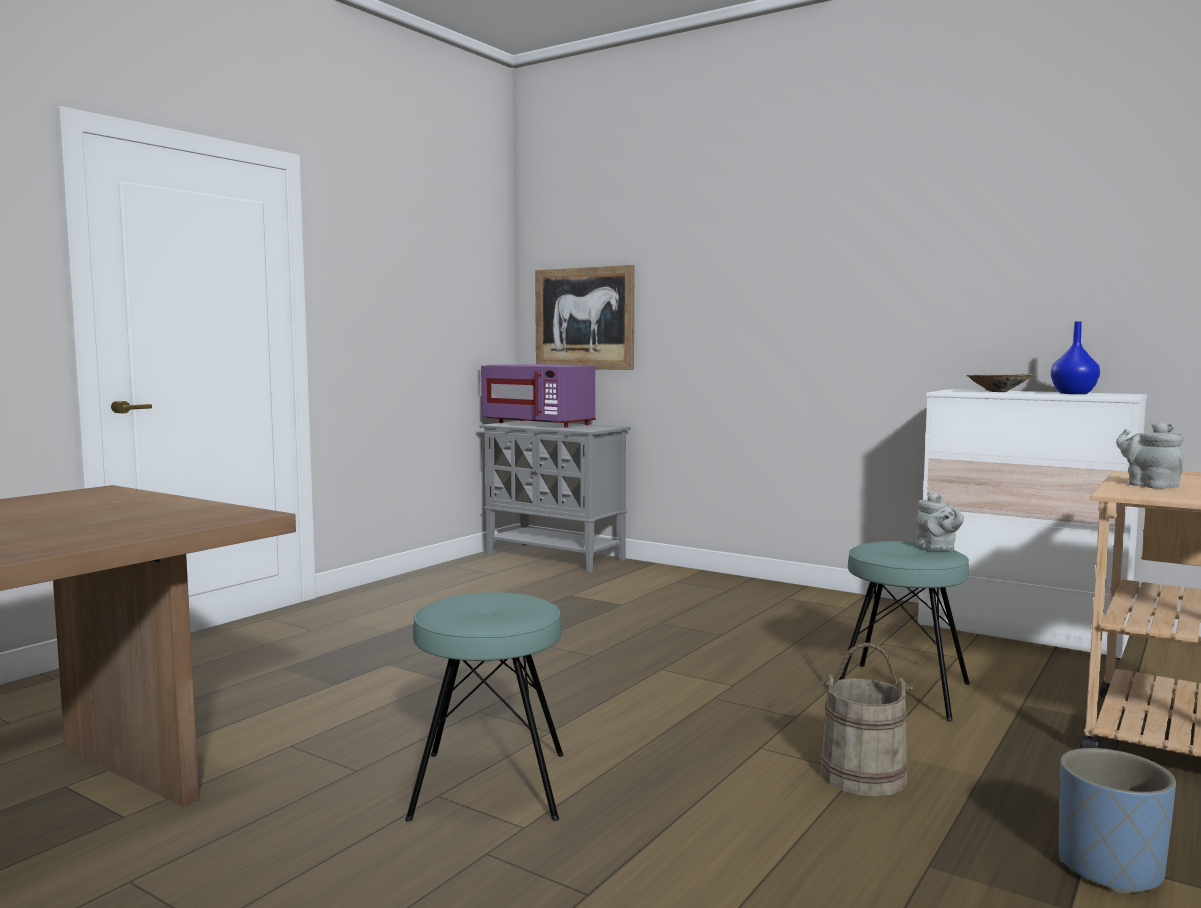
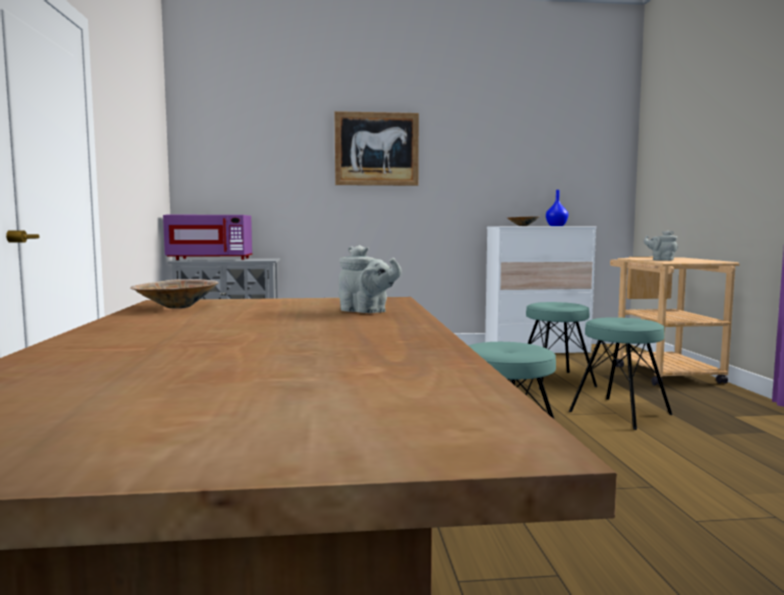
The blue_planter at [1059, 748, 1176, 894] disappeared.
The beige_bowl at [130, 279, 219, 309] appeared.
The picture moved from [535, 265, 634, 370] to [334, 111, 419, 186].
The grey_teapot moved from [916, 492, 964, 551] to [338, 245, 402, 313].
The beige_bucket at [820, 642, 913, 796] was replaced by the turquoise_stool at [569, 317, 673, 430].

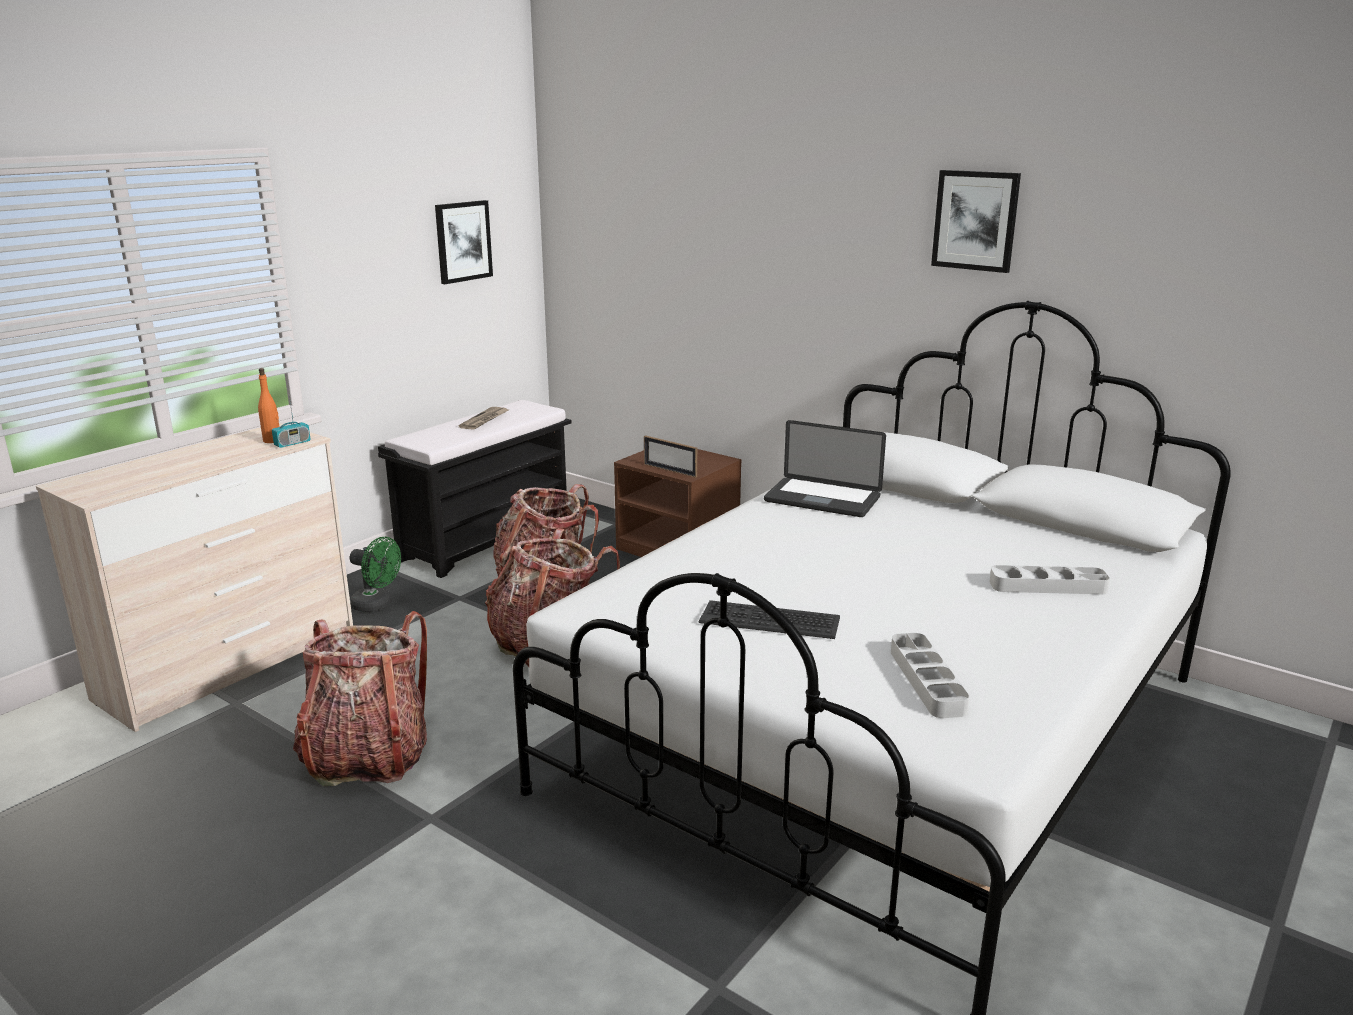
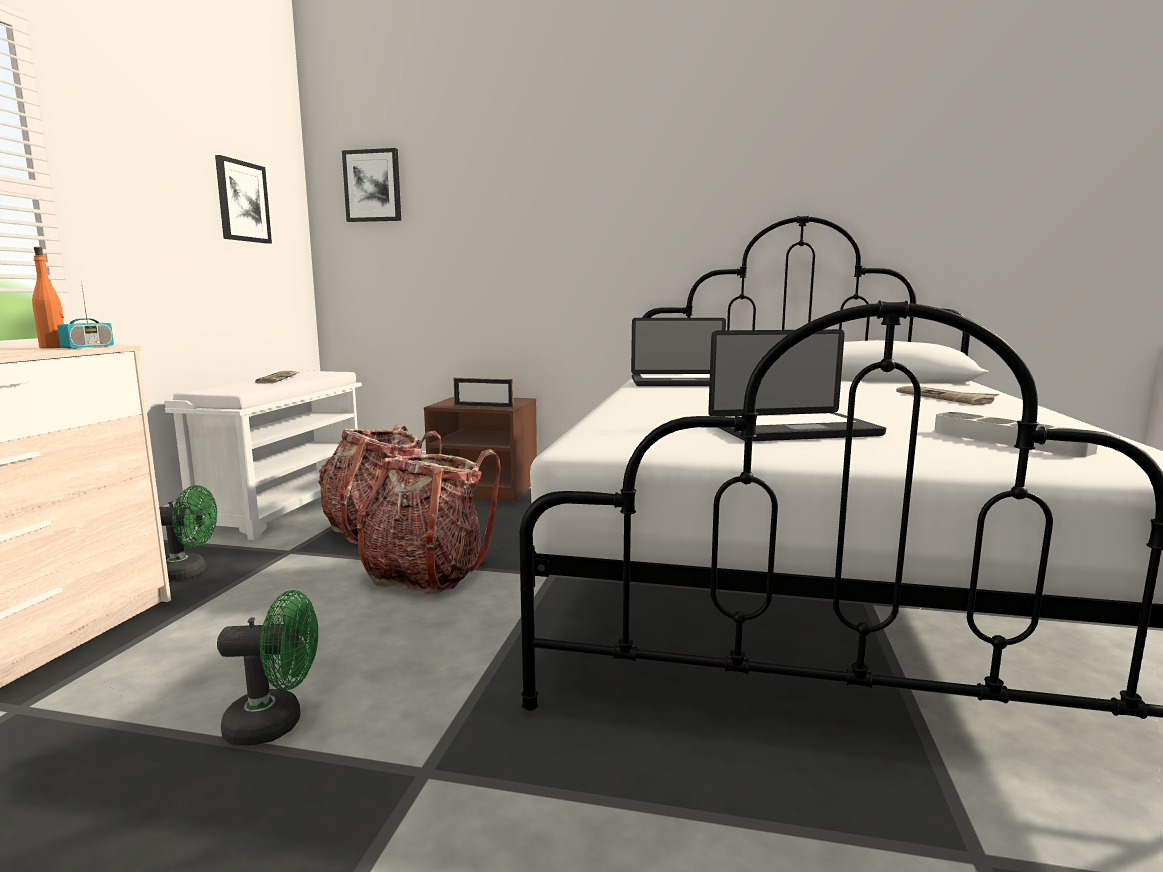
The picture moved from [931, 170, 1021, 273] to [342, 148, 401, 222].
The backpack at [293, 611, 427, 786] was replaced by the green_fan at [217, 590, 318, 746].
The keyboard at [699, 600, 840, 639] was replaced by the laptop at [708, 329, 886, 441].
The grey_tray at [989, 565, 1110, 594] was replaced by the newspaper at [896, 386, 999, 405].
The black_bench at [378, 400, 572, 578] became the white_bench at [165, 371, 362, 540].

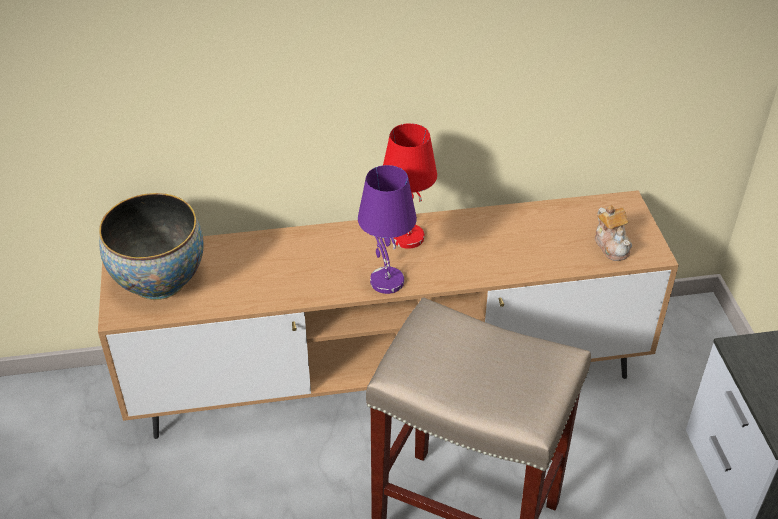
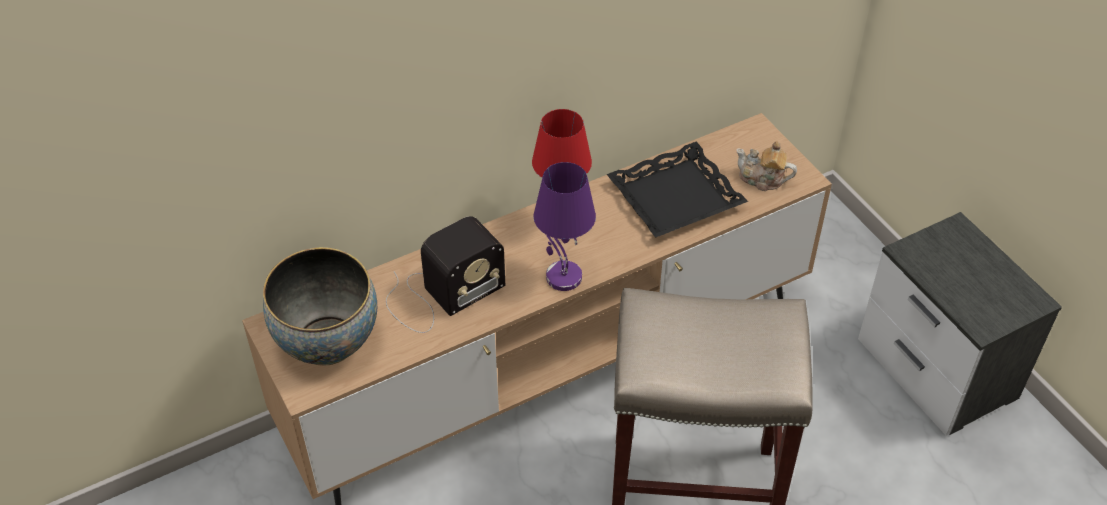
The radio at [386, 216, 505, 333] appeared.
The black_tray at [607, 141, 748, 238] appeared.
The teapot at [595, 205, 632, 261] turned 150 degrees clockwise.

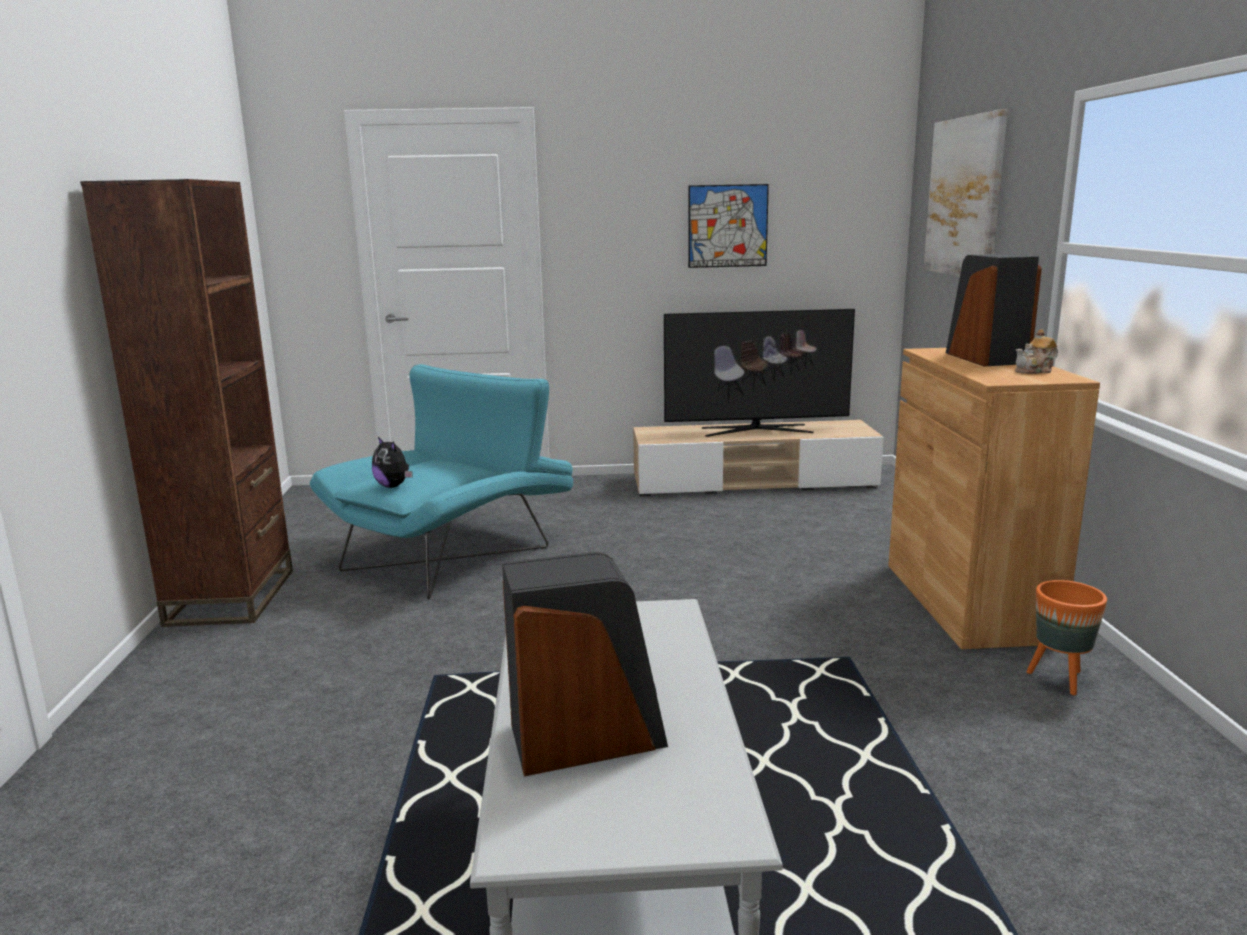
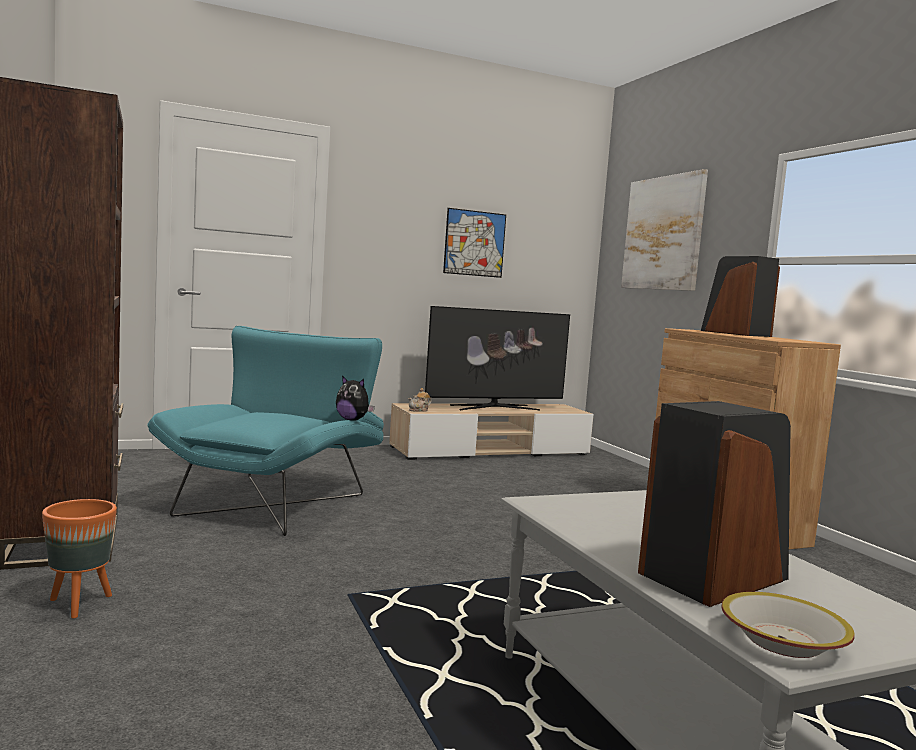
The bowl at [722, 592, 855, 658] appeared.
The plush_toy moved from [372, 437, 412, 488] to [336, 376, 375, 421].
The teapot moved from [1015, 329, 1058, 374] to [408, 388, 432, 412].
The orange_planter moved from [1026, 580, 1107, 695] to [42, 499, 117, 618].

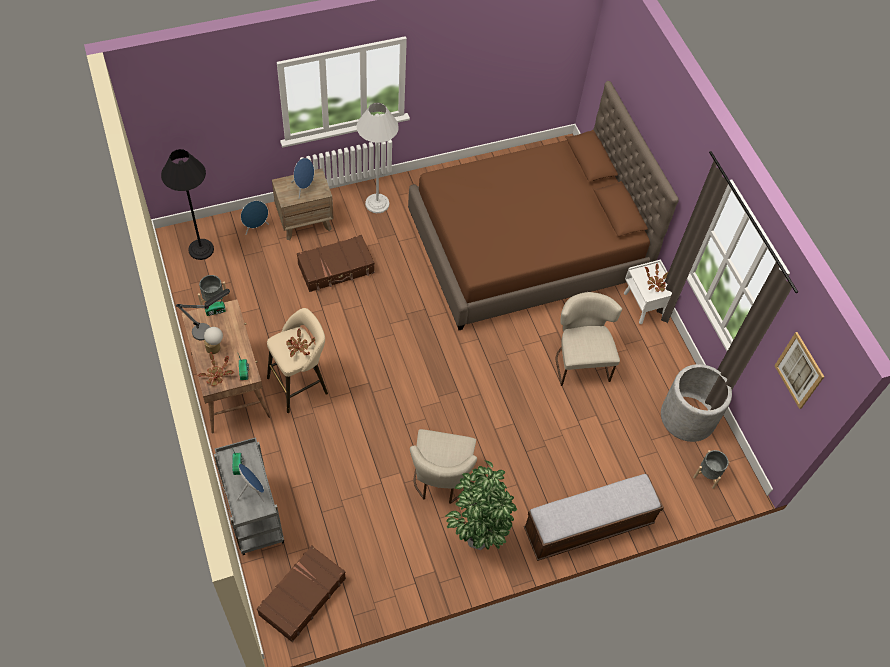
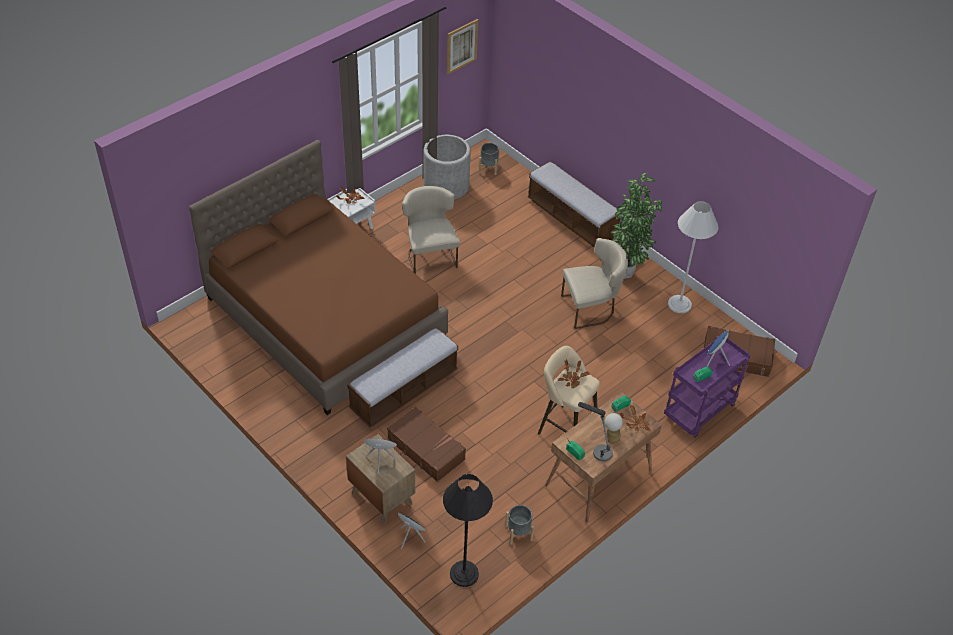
The bench at [347, 327, 458, 427] appeared.
The white_floor_lamp moved from [356, 103, 399, 213] to [668, 201, 719, 313].
The grey_cart at [214, 437, 284, 555] became the purple_cart at [664, 336, 751, 437].
The beige_chair at [556, 292, 622, 386] turned 105 degrees clockwise.

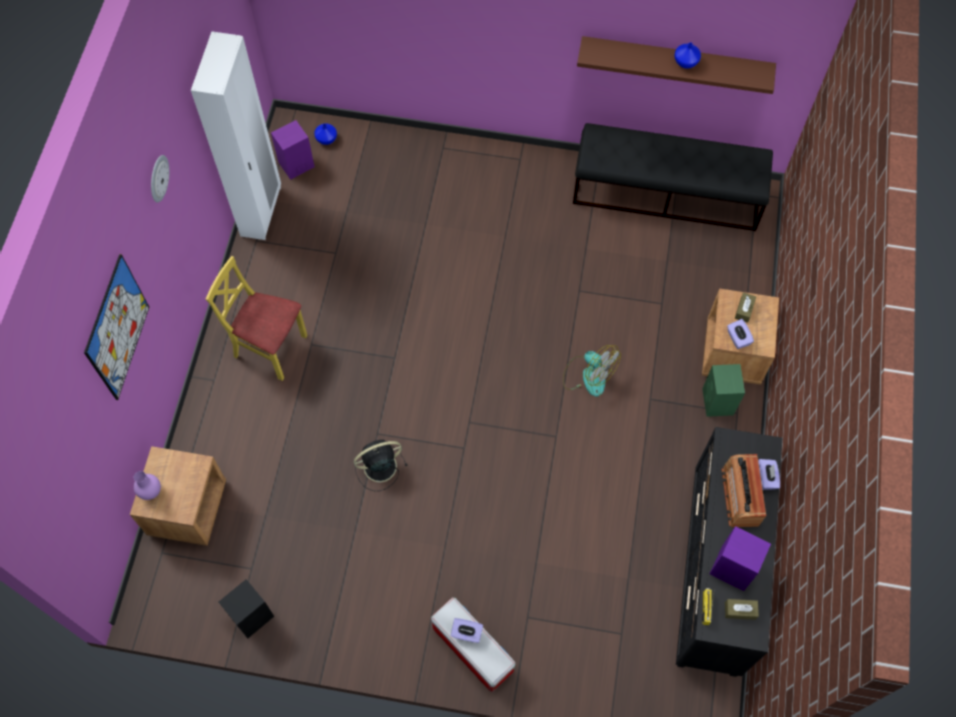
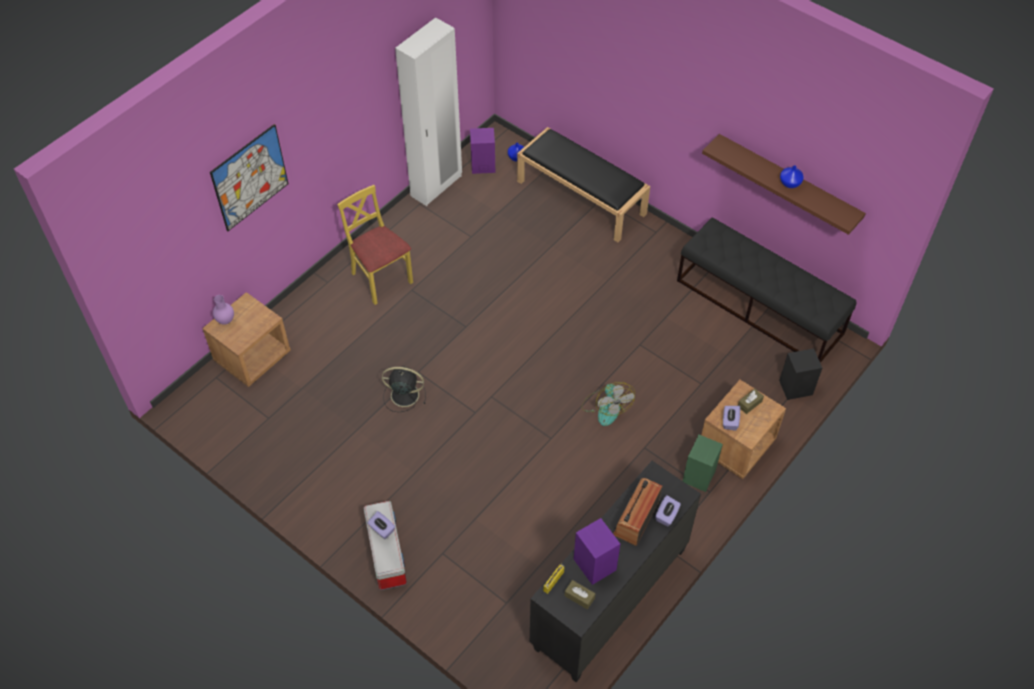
The wall_clock at [151, 155, 169, 203] disappeared.
The black_bench at [517, 127, 650, 242] appeared.
The black_speaker moved from [219, 579, 274, 638] to [779, 348, 822, 400].

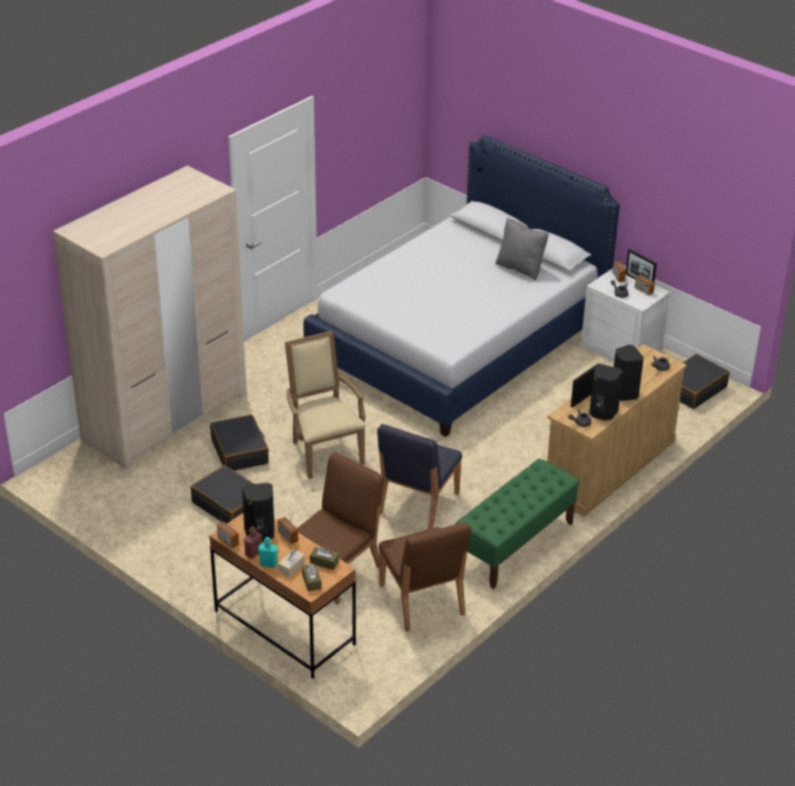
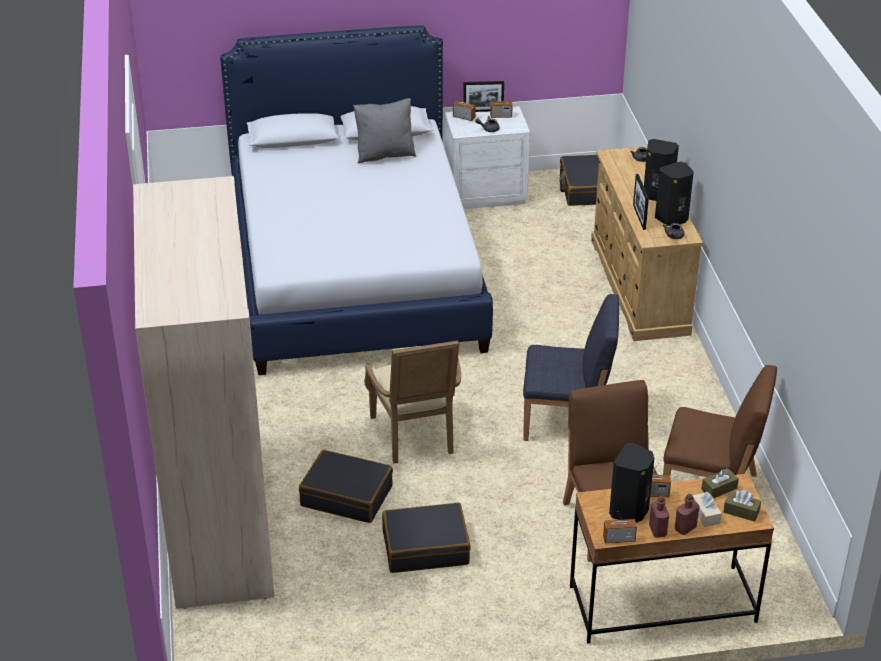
The green_bench at [455, 459, 580, 589] disappeared.
The turquoise_bottle at [258, 537, 277, 568] became the red_bottle at [675, 494, 699, 535].
The beige_armchair at [285, 331, 366, 479] turned 120 degrees counterclockwise.
The blue_chair at [377, 424, 462, 529] turned 60 degrees counterclockwise.

